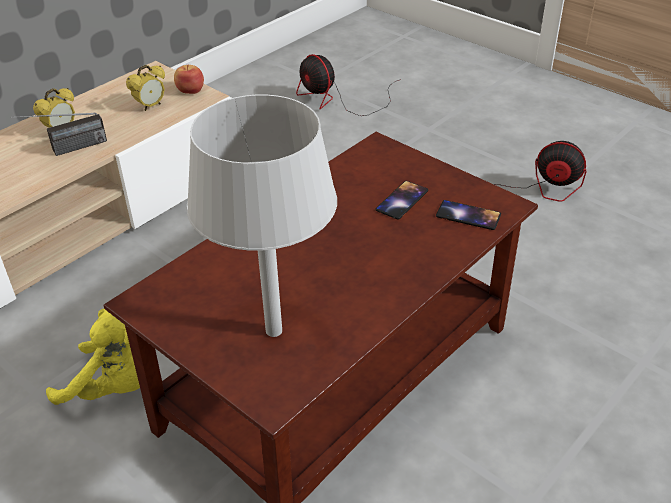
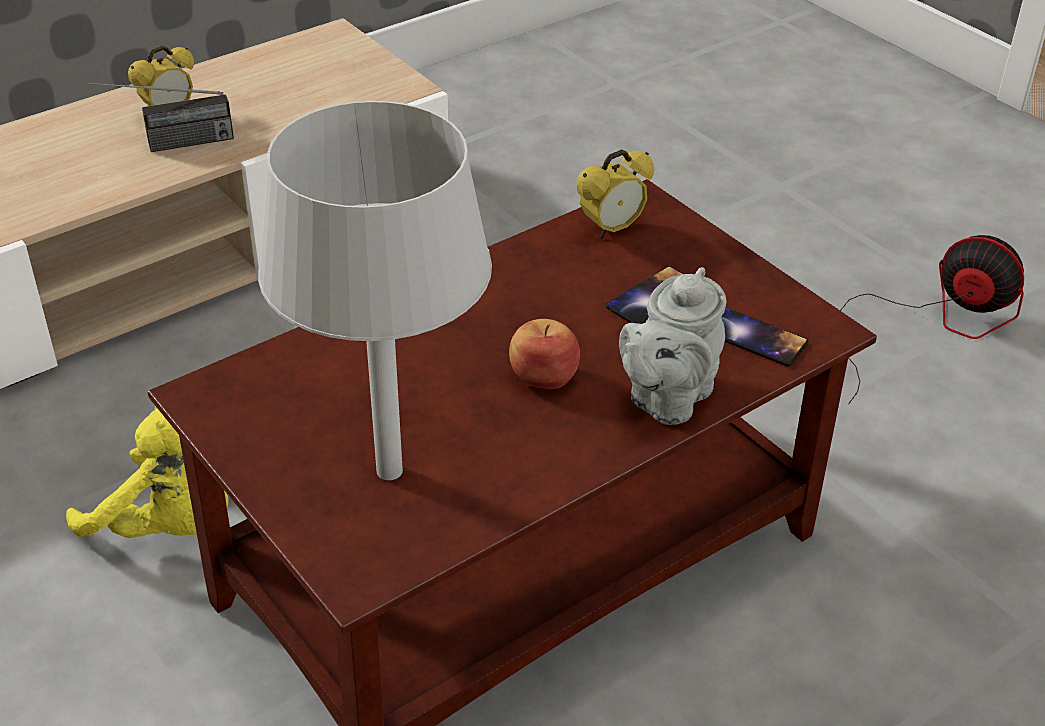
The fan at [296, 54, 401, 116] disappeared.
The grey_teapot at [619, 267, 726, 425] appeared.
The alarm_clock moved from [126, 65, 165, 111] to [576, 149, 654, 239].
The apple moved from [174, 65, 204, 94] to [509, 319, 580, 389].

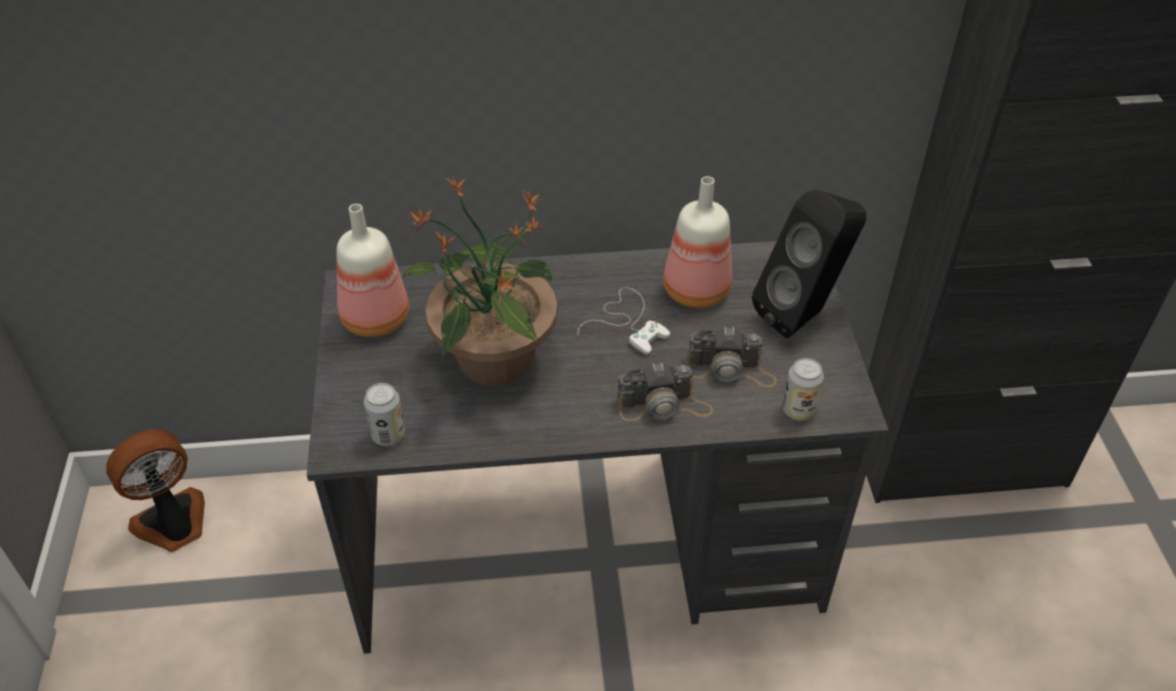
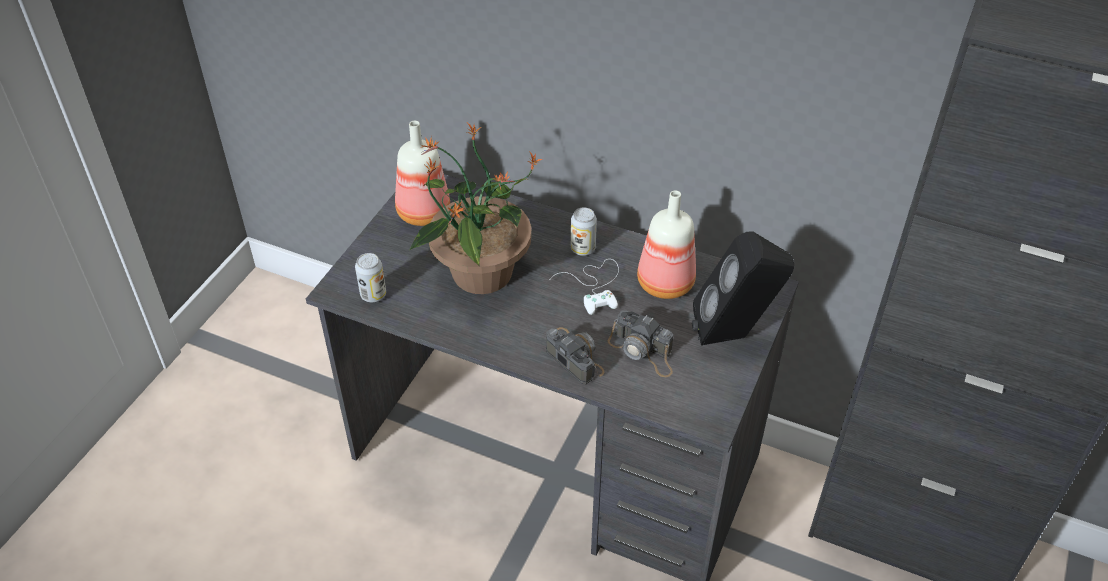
The fan at [106, 429, 205, 552] disappeared.
The can moved from [783, 358, 824, 421] to [571, 207, 597, 256].
The photo_camera at [618, 362, 713, 421] turned 150 degrees counterclockwise.

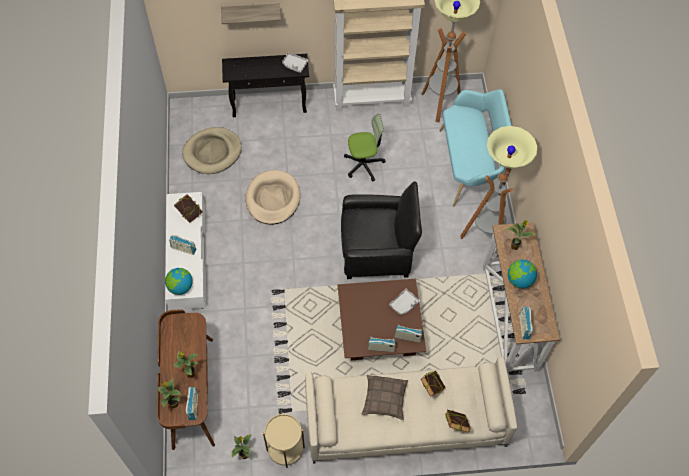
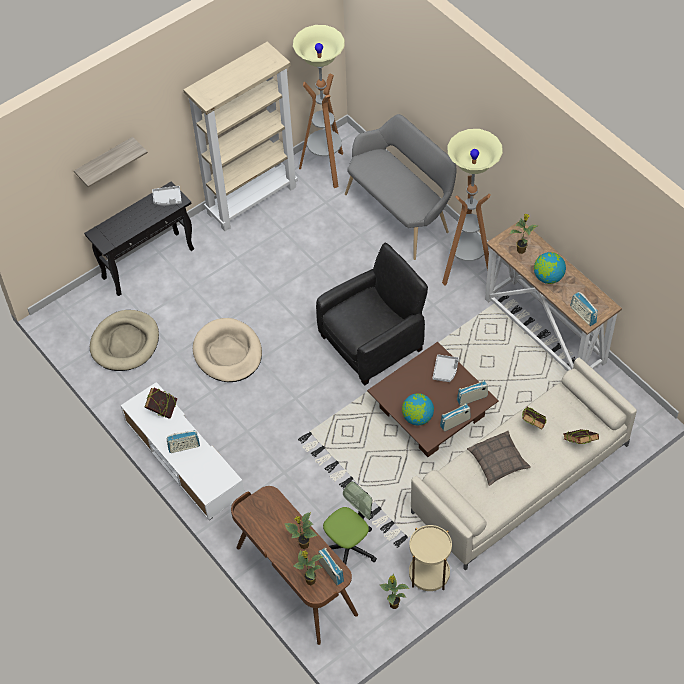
The globe moved from [165, 268, 193, 295] to [402, 393, 434, 425].
The office_chair moved from [344, 114, 386, 182] to [323, 481, 377, 565].
The turquoise_bench at [439, 89, 512, 207] became the grey_bench at [345, 114, 456, 260].

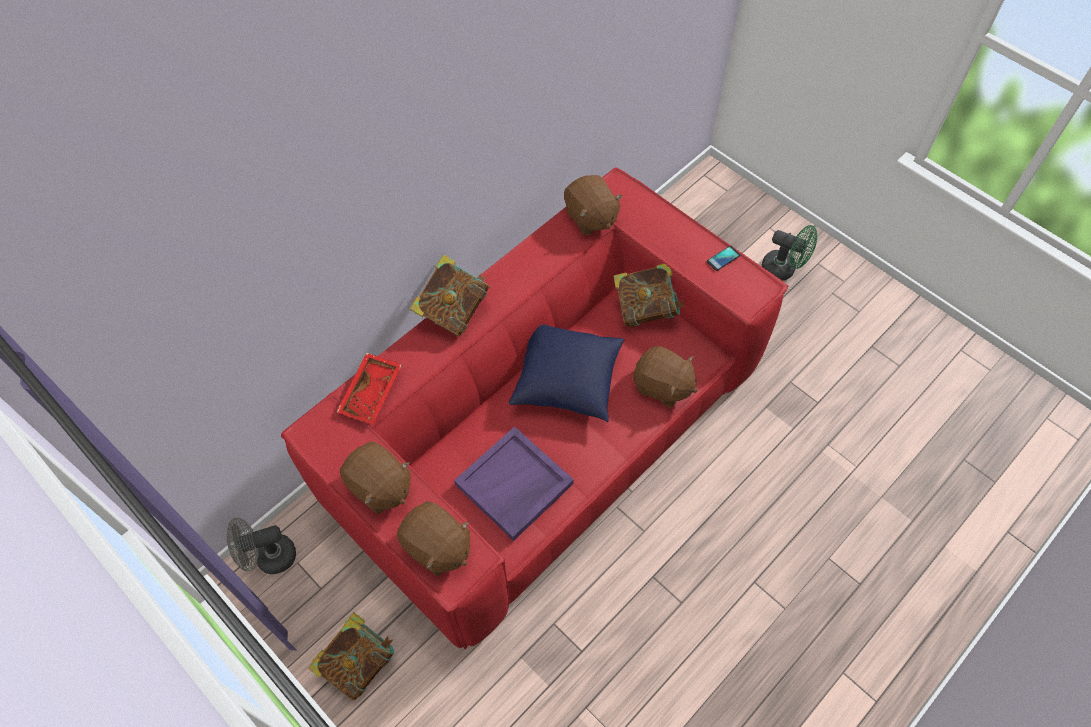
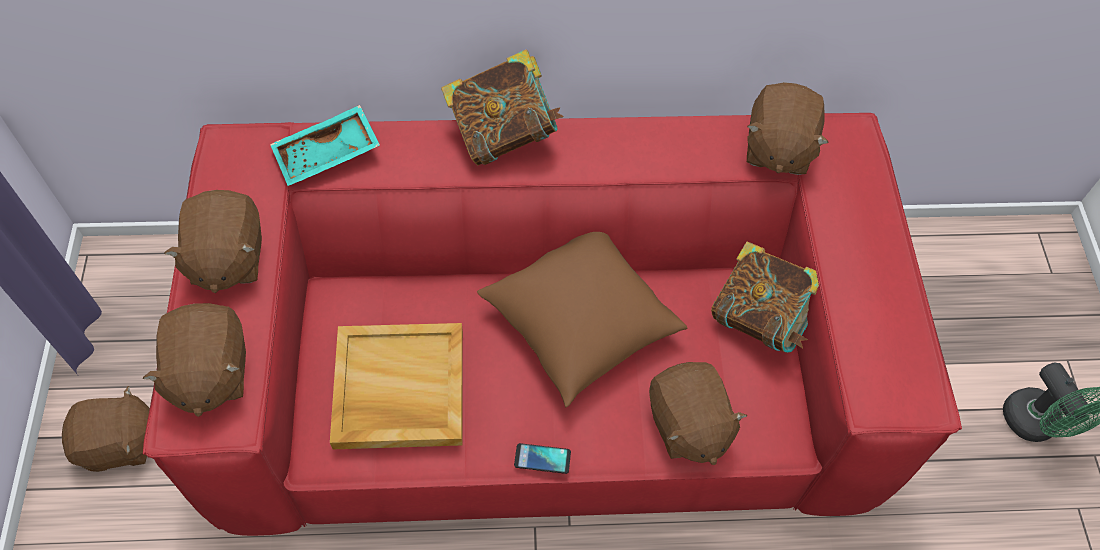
The grey_fan at [226, 518, 296, 574] disappeared.
The phone moved from [707, 246, 740, 271] to [514, 443, 571, 474].
The book at [308, 612, 394, 700] was replaced by the brown_plush_toy at [62, 386, 150, 472].
The red_tray at [337, 353, 402, 425] became the turquoise_tray at [270, 105, 380, 186].
The purple_tray at [454, 426, 574, 541] became the beige_tray at [330, 323, 463, 449].
The blue_pillow at [509, 324, 624, 422] became the brown_pillow at [477, 232, 687, 407].

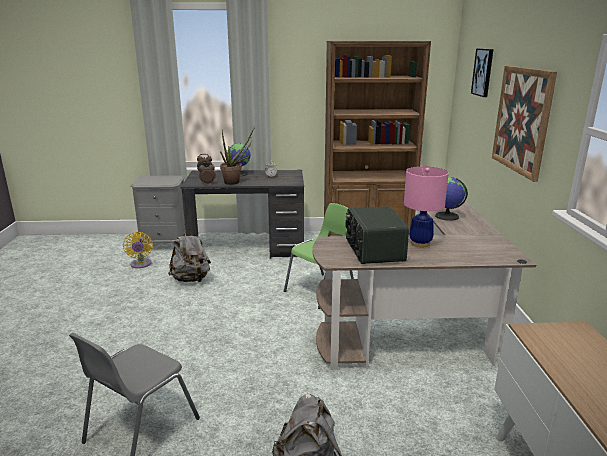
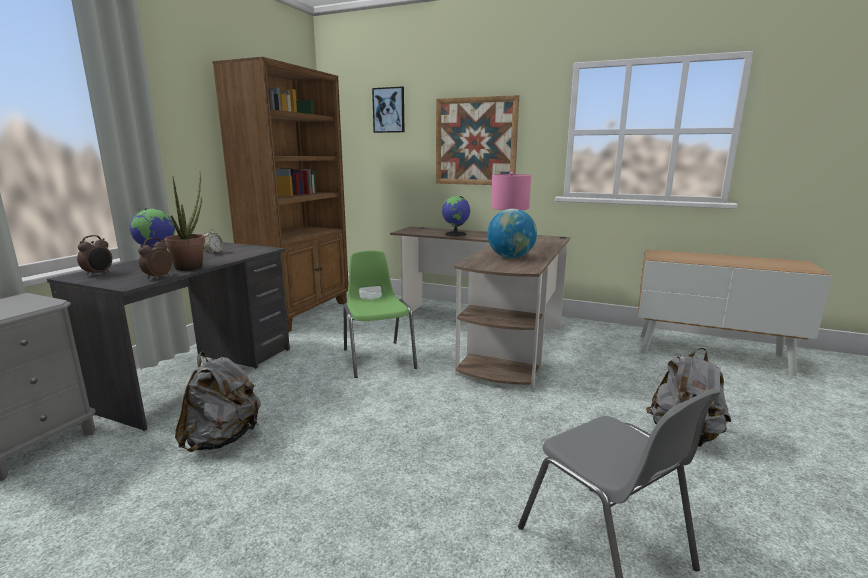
The yellow_fan at [123, 232, 153, 268] disappeared.
The radio at [345, 206, 409, 264] was replaced by the globe at [487, 209, 537, 258].

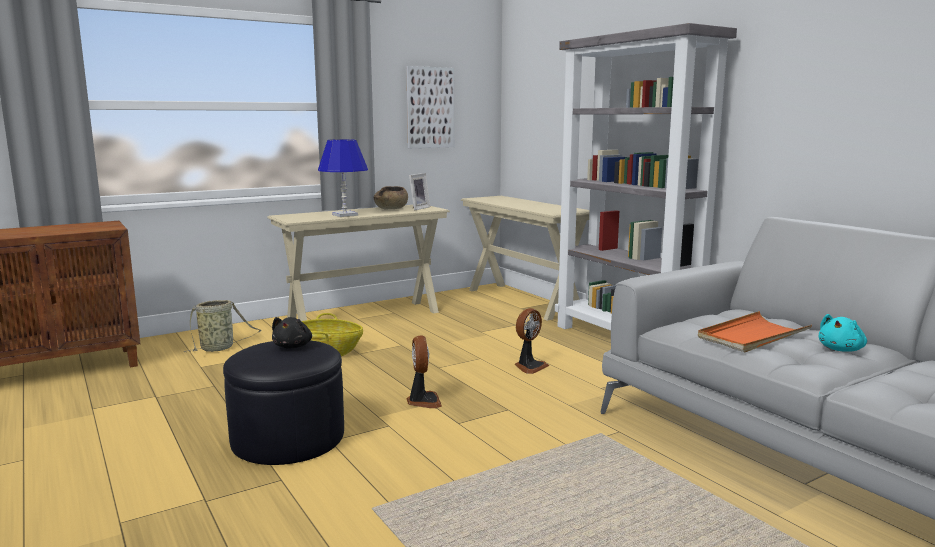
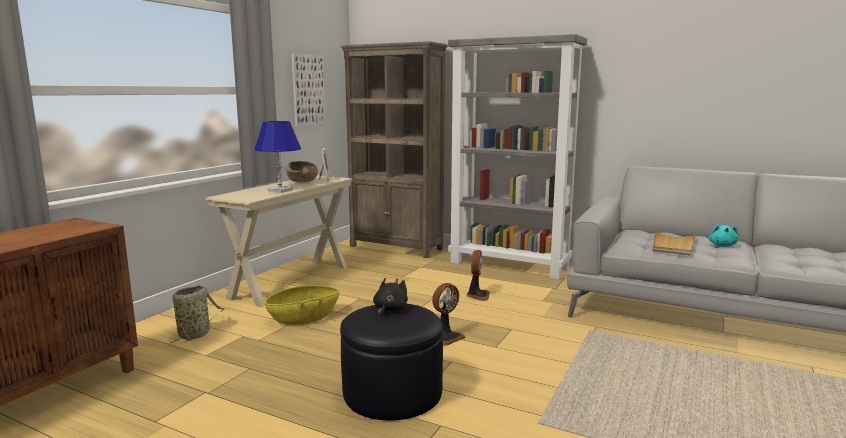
The beige_console_table at [461, 196, 590, 321] was replaced by the brown_bookcase at [341, 41, 448, 258].
The orange_tray at [698, 311, 812, 352] became the beige_tray at [653, 229, 696, 256].
The black_plush_toy at [272, 317, 312, 348] turned 135 degrees counterclockwise.
The fan at [407, 335, 442, 408] turned 90 degrees clockwise.

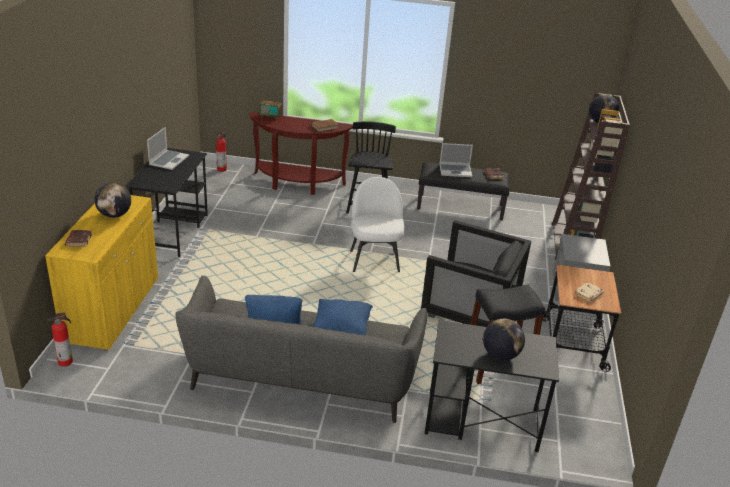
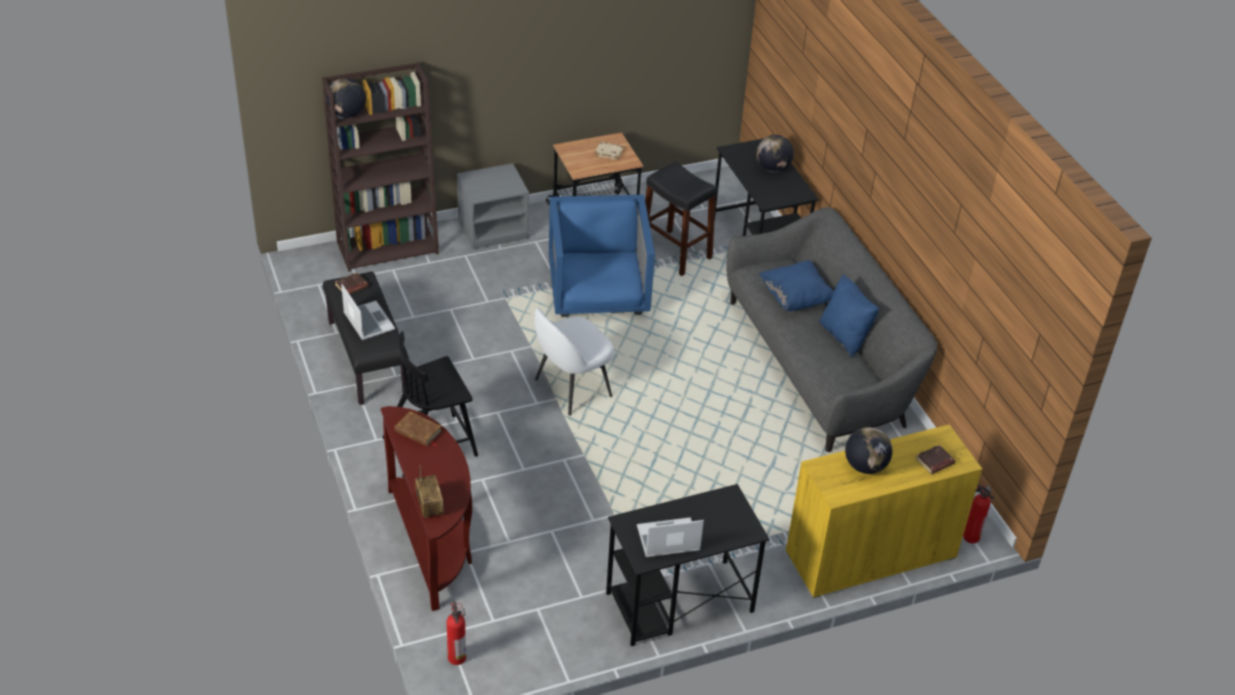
The black_armchair at [421, 220, 531, 327] became the blue_armchair at [549, 195, 655, 317].

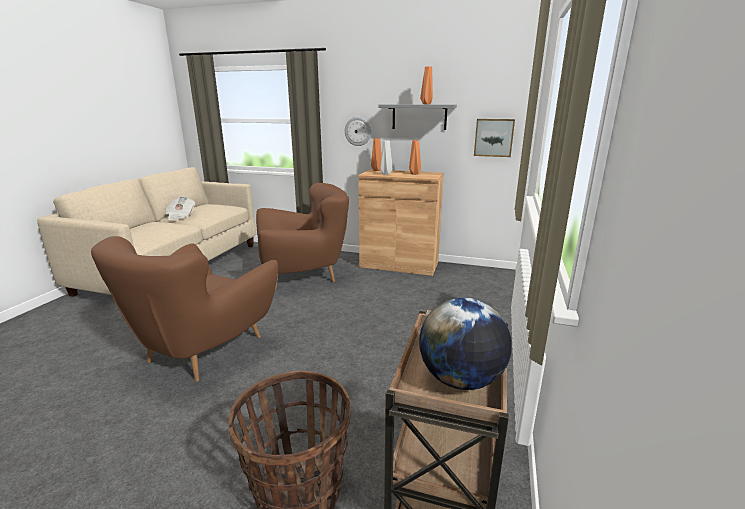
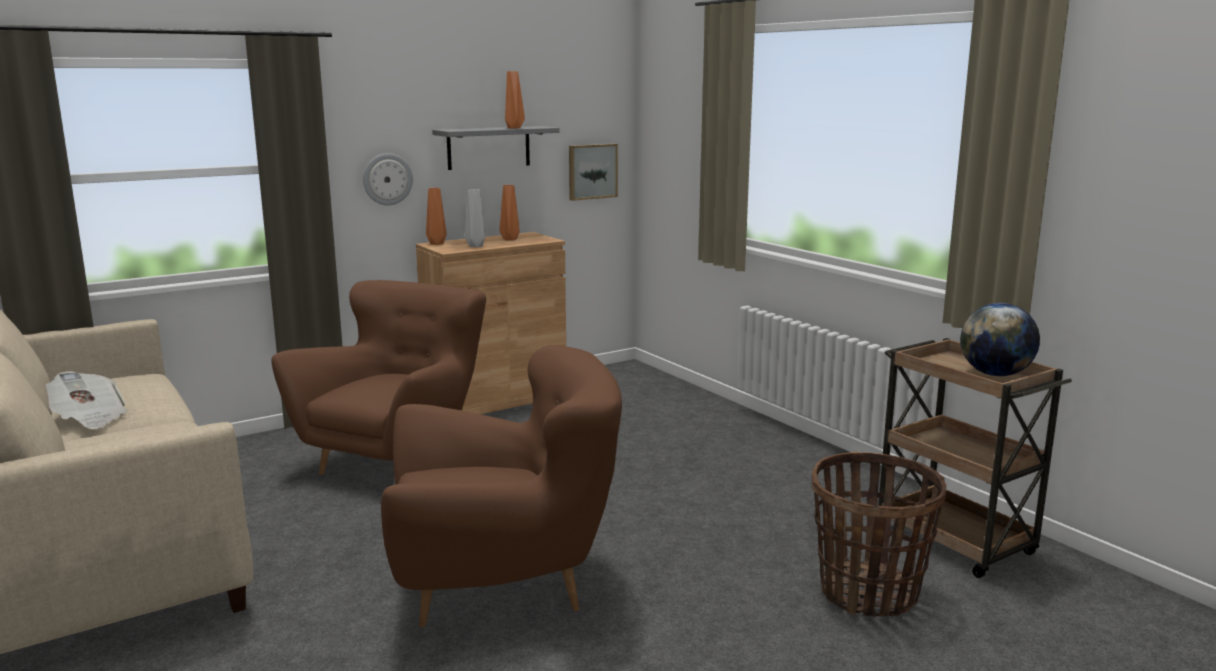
The brown_armchair at [91, 236, 278, 382] turned 75 degrees counterclockwise.

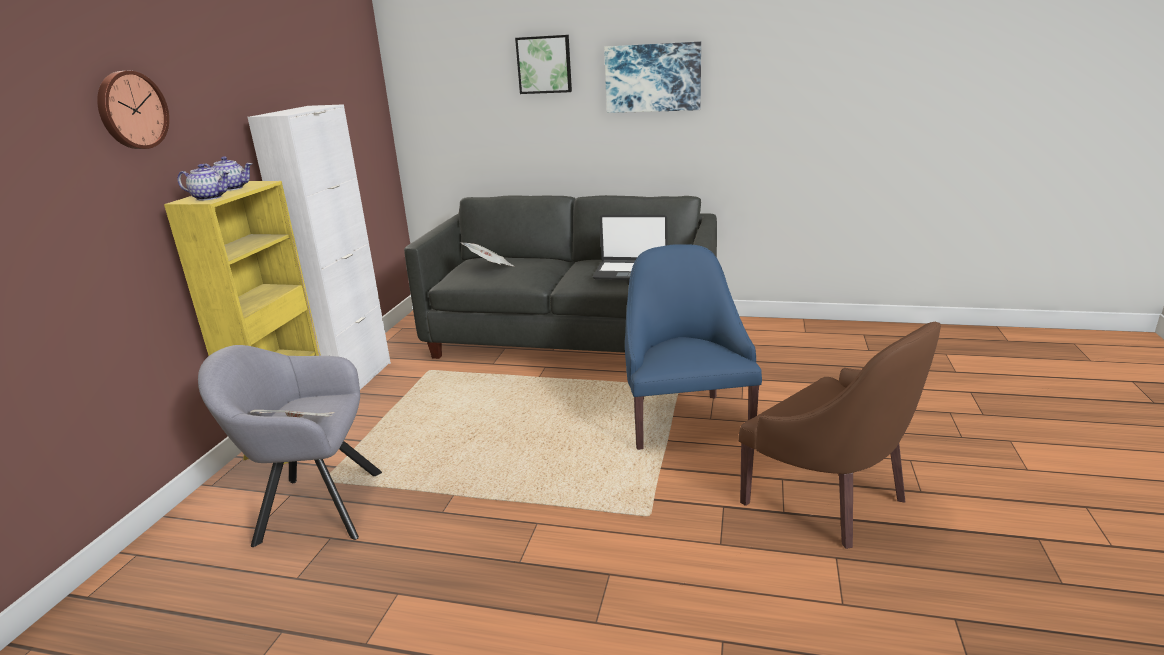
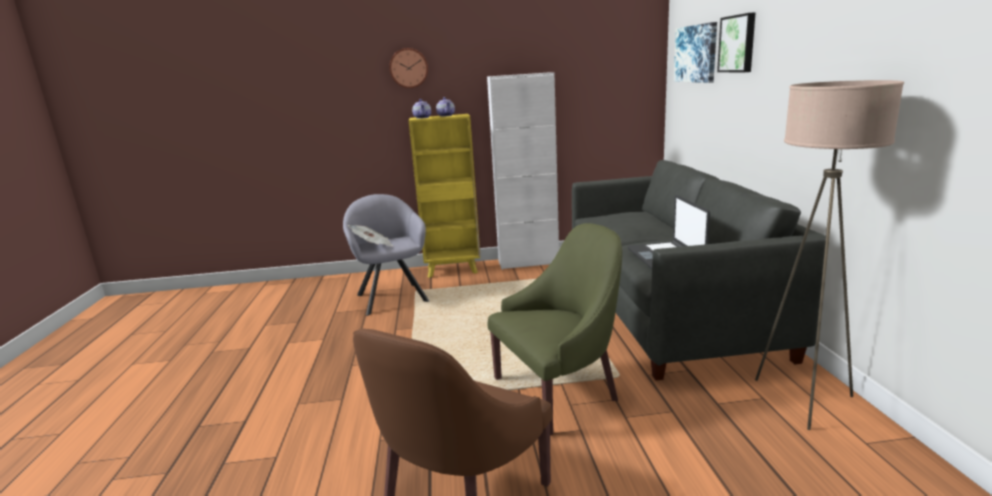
The newspaper at [461, 243, 514, 266] disappeared.
The beige_floor_lamp at [755, 80, 904, 430] appeared.
The picture moved from [604, 41, 701, 113] to [674, 22, 717, 83].
The blue_armchair at [625, 244, 762, 450] became the green_armchair at [488, 223, 622, 435].

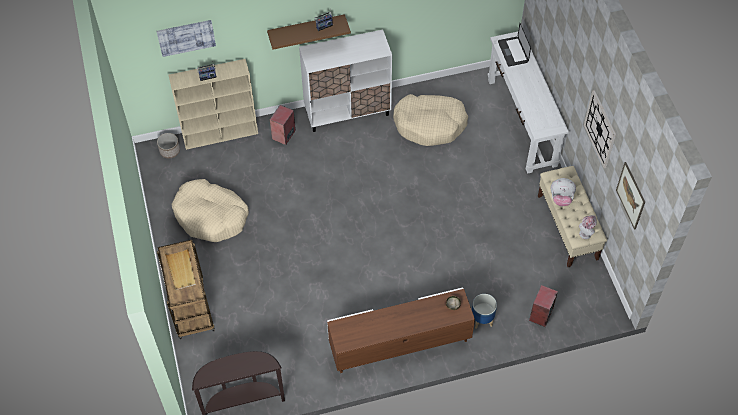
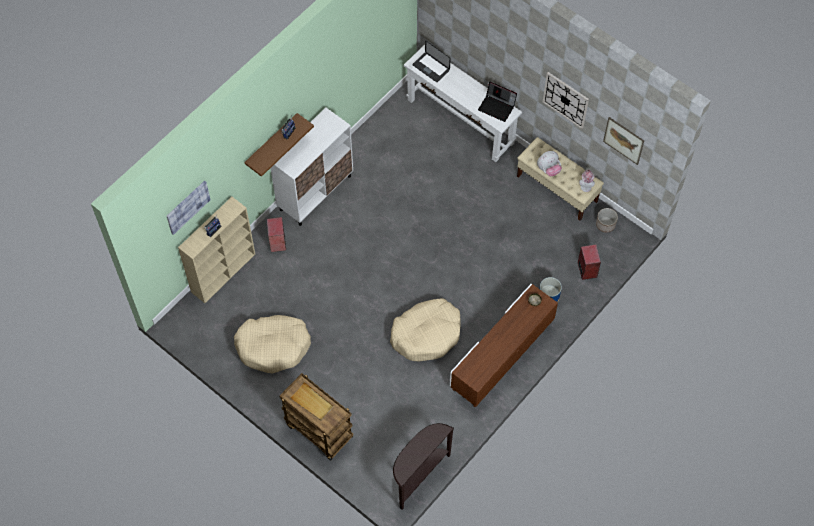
The laptop at [478, 82, 517, 122] appeared.
The planter moved from [157, 133, 180, 158] to [596, 208, 618, 233].
The beige_dog_bed moved from [393, 94, 468, 146] to [390, 298, 461, 361].

